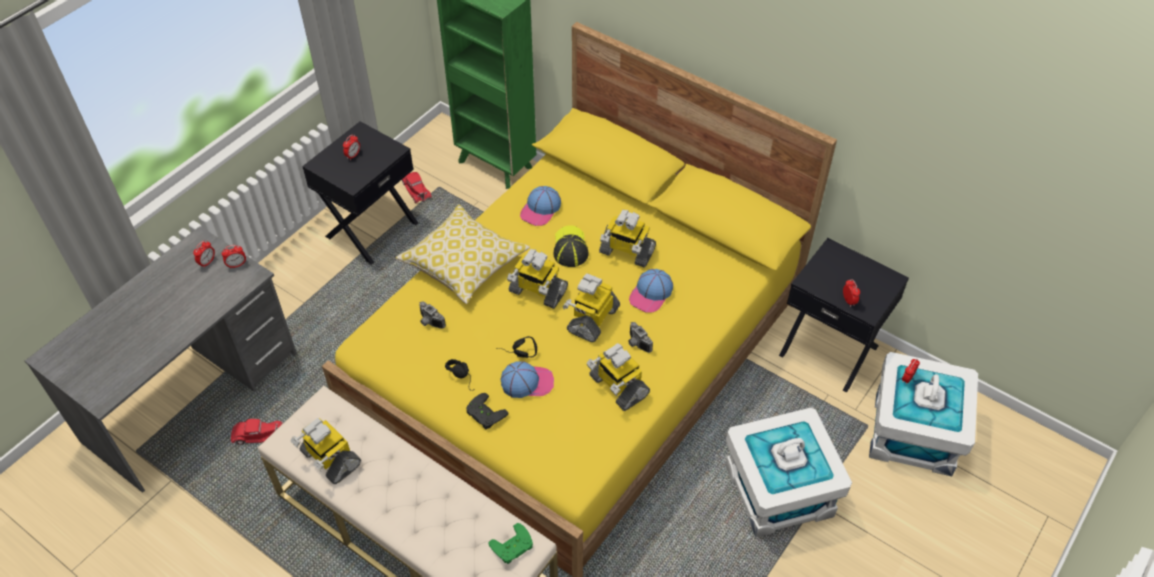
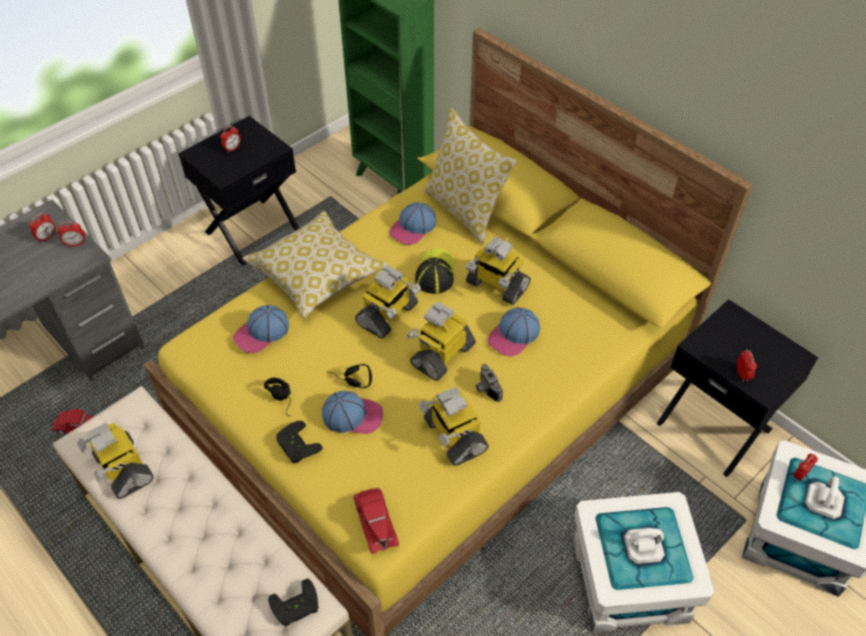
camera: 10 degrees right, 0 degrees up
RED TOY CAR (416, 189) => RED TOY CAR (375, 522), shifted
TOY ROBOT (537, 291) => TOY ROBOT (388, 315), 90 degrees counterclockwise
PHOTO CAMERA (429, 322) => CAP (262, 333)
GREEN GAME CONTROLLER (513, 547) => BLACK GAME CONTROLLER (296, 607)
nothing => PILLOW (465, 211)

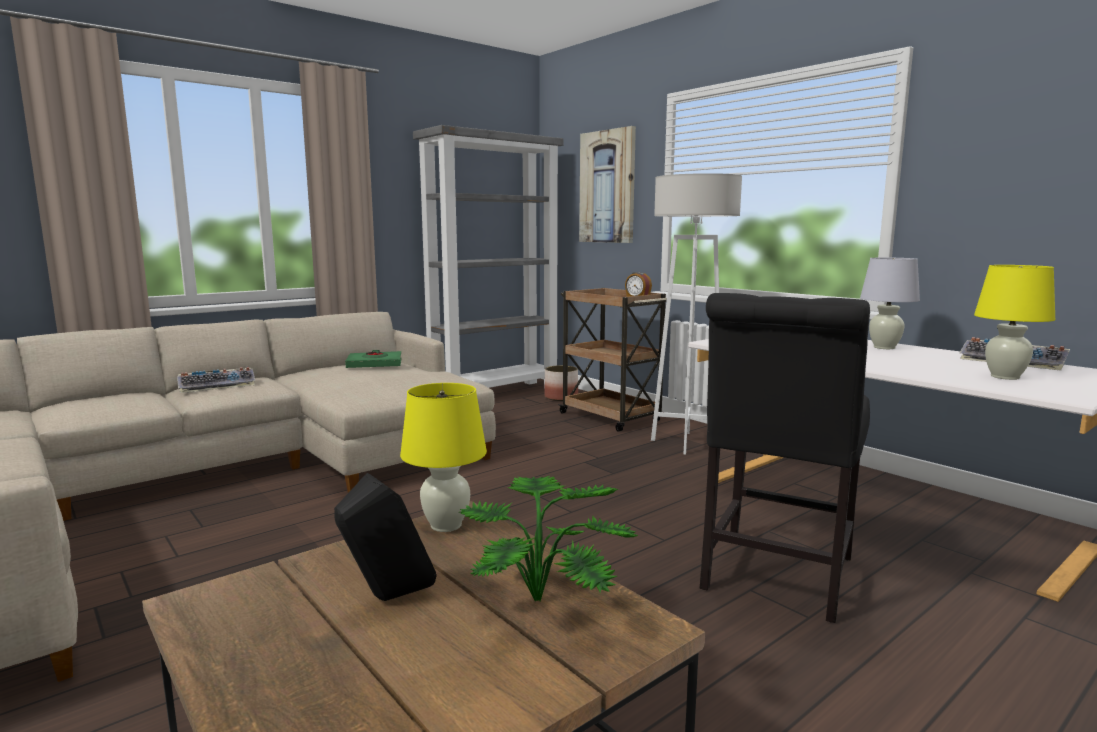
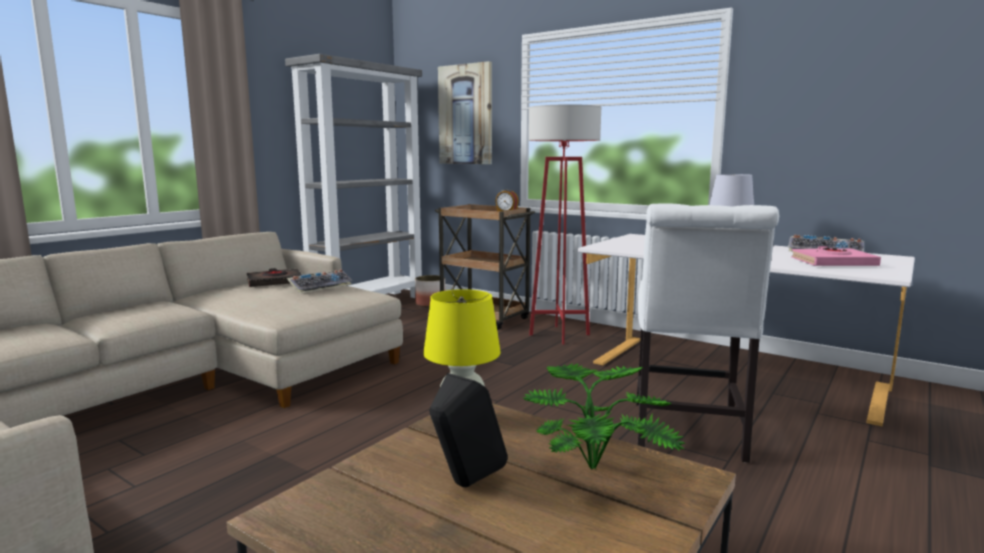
camera: 15 degrees left, 0 degrees up
WHITE FLOOR LAMP (686, 443) => RED FLOOR LAMP (559, 335)
YELLOW TABLE LAMP (1005, 377) => PINK BOOK (833, 263)
BLACK CHAIR (775, 577) => WHITE CHAIR (687, 434)
GREEN BOOK (375, 364) => BLACK BOOK (275, 282)
KEYBOARD (218, 385) => KEYBOARD (320, 286), shifted

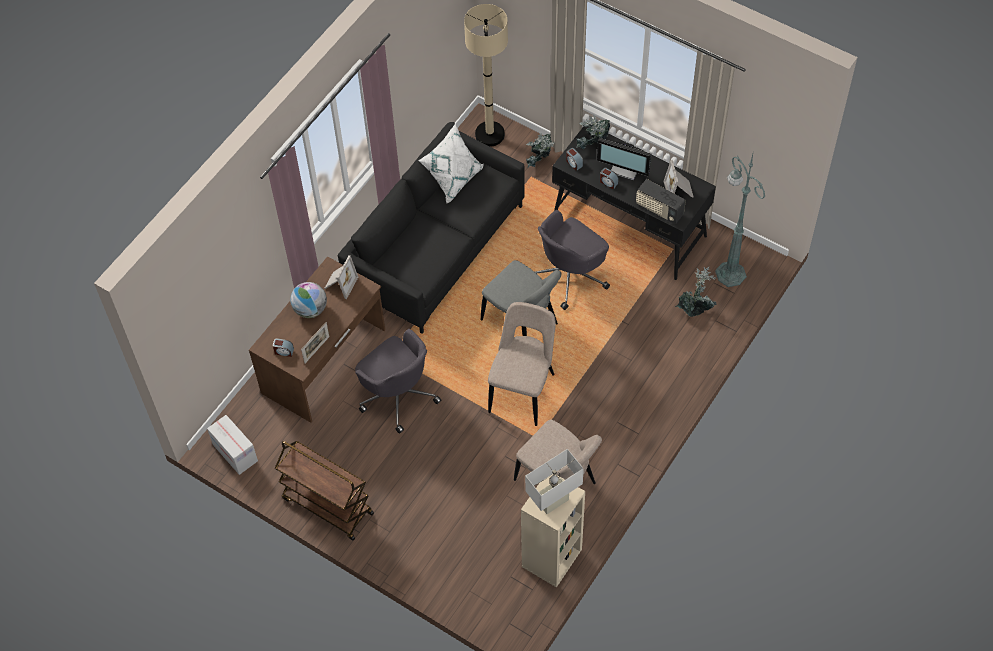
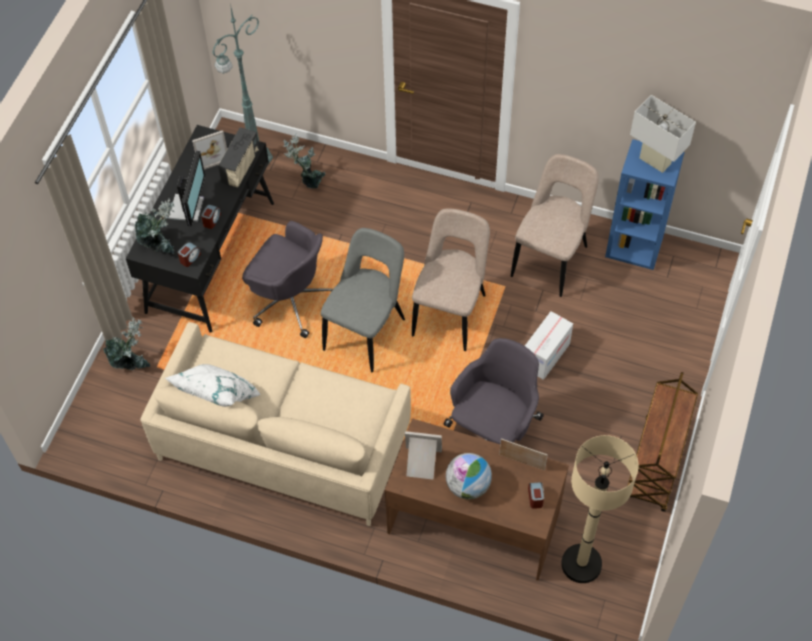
camera: 105 degrees left, 0 degrees up
BEIGE FLOOR LAMP (489, 134) => BEIGE FLOOR LAMP (581, 564), shifted
BLACK SOFA (436, 248) => BEIGE SOFA (283, 443)
BEIGE CHAIR (523, 390) => BEIGE CHAIR (451, 312), 105 degrees clockwise
CARDBOARD BOX (235, 453) => CARDBOARD BOX (545, 355), shifted
BEIGE BOOKCASE (552, 559) => BLUE BOOKCASE (635, 246)

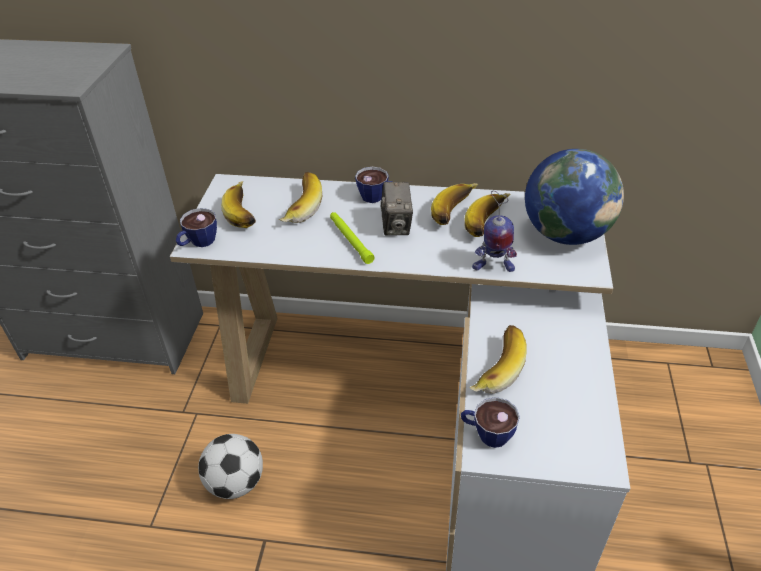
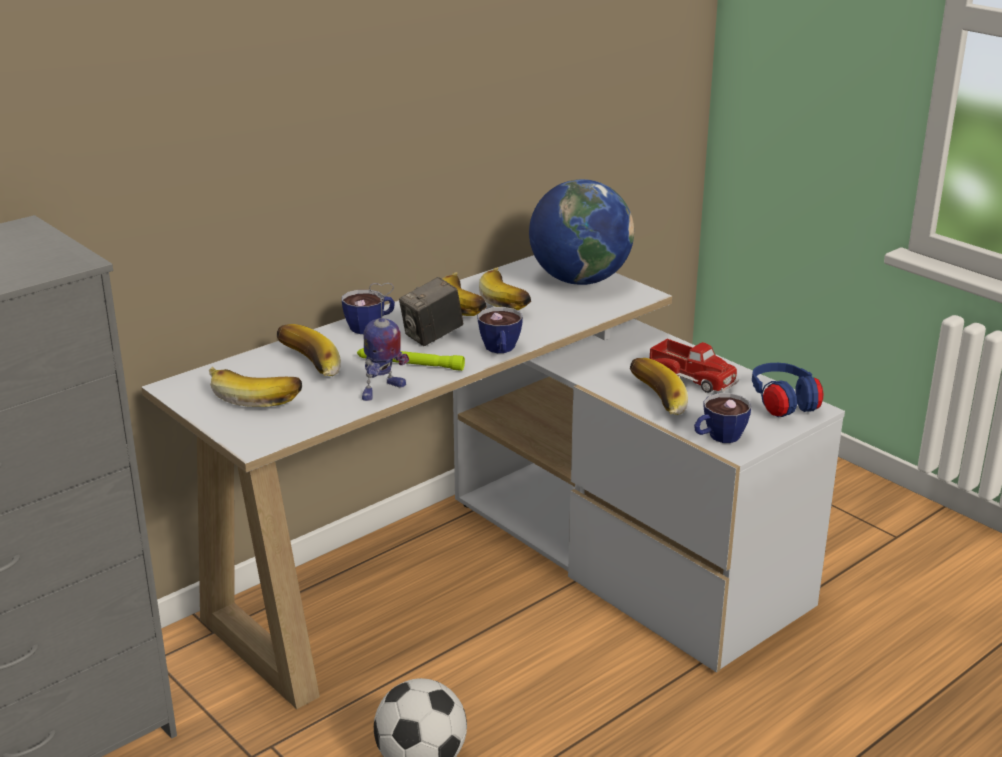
camera: 50 degrees left, 15 degrees down
PHOTO CAMERA (396, 226) => PHOTO CAMERA (432, 336), 105 degrees clockwise
TOY ROBOT (493, 267) => TOY ROBOT (382, 391), shifted
CUP (198, 243) => CUP (500, 350), shifted
nothing => TOY TRUCK (692, 377)
nothing => BLUE HEADPHONES (783, 405)

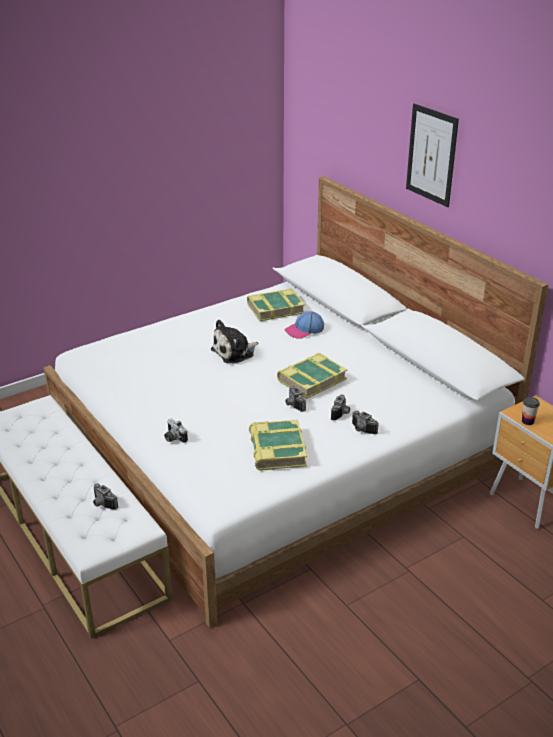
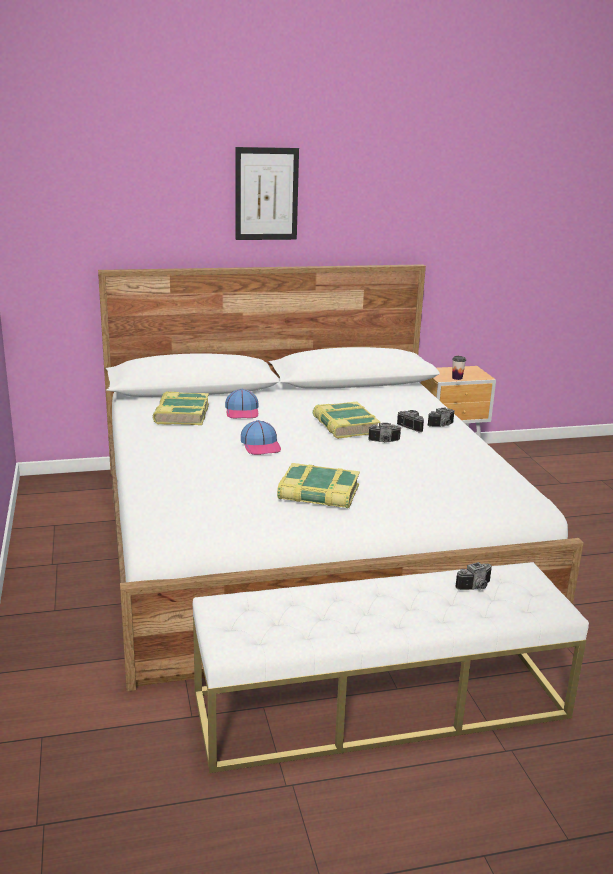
camera: 70 degrees left, 10 degrees down
PLUSH TOY (235, 352) => CAP (261, 445)
PHOTO CAMERA (173, 438) => nothing
BOOK (276, 450) => BOOK (318, 493), shifted

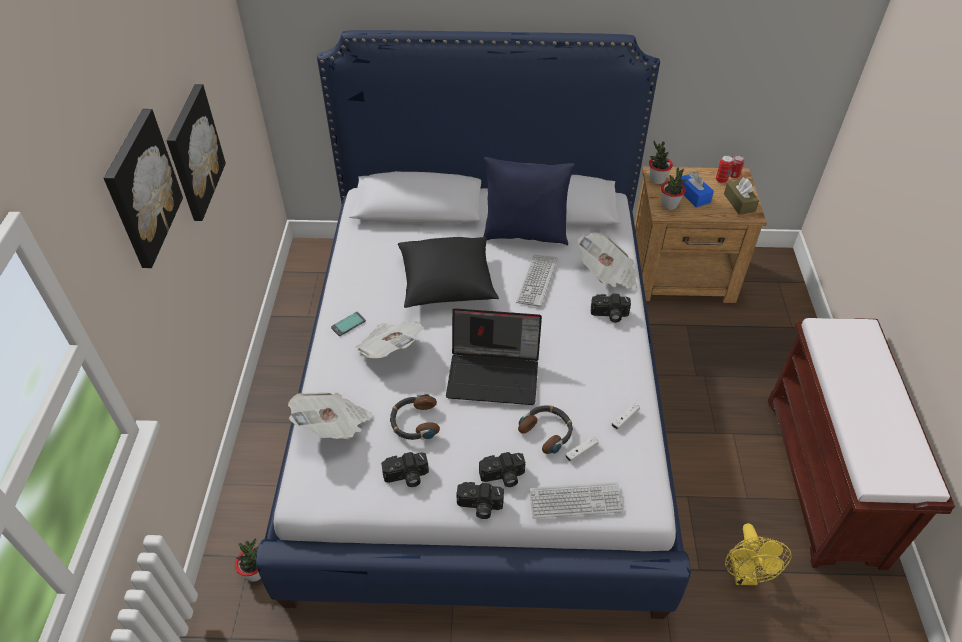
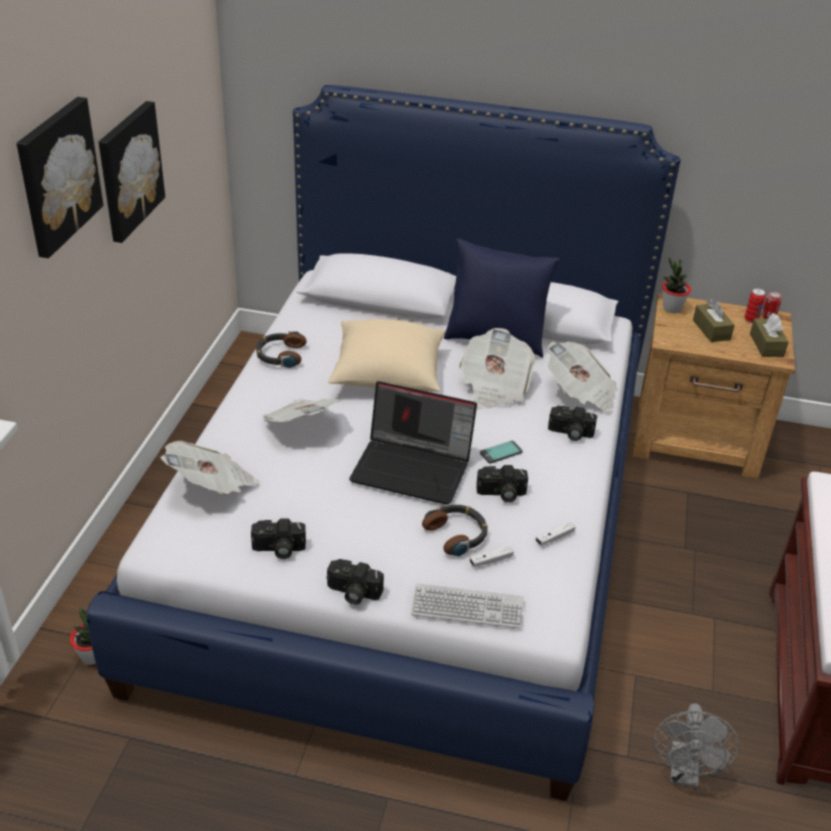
camera: 10 degrees right, 10 degrees down
POTTED PLANT (669, 205) => nothing
BLUE TISSUE BOX (693, 195) => BROWN TISSUE BOX (711, 330)
BLACK PILLOW (447, 285) => BEIGE PILLOW (387, 375)
KEYBOARD (537, 281) => NEWSPAPER (494, 387)
PHONE (348, 324) => PHONE (501, 453), shifted
HEADPHONES (414, 422) => HEADPHONES (280, 355), shifted
PHOTO CAMERA (502, 477) => PHOTO CAMERA (501, 494), shifted
YELLOW FAN (744, 574) => GREY FAN (684, 773)

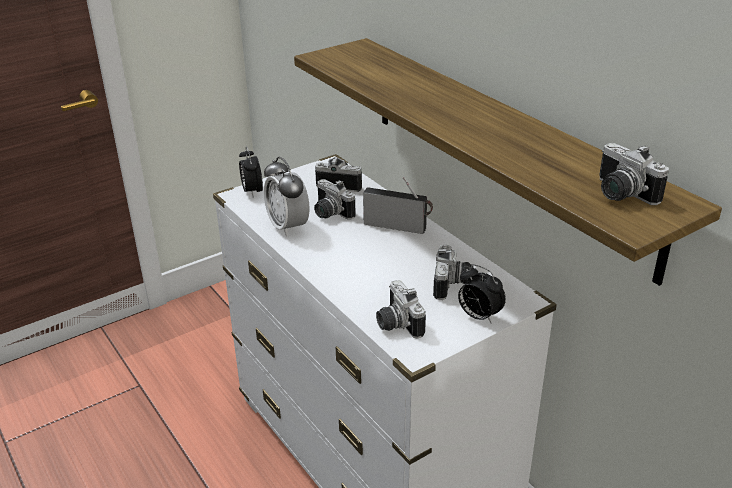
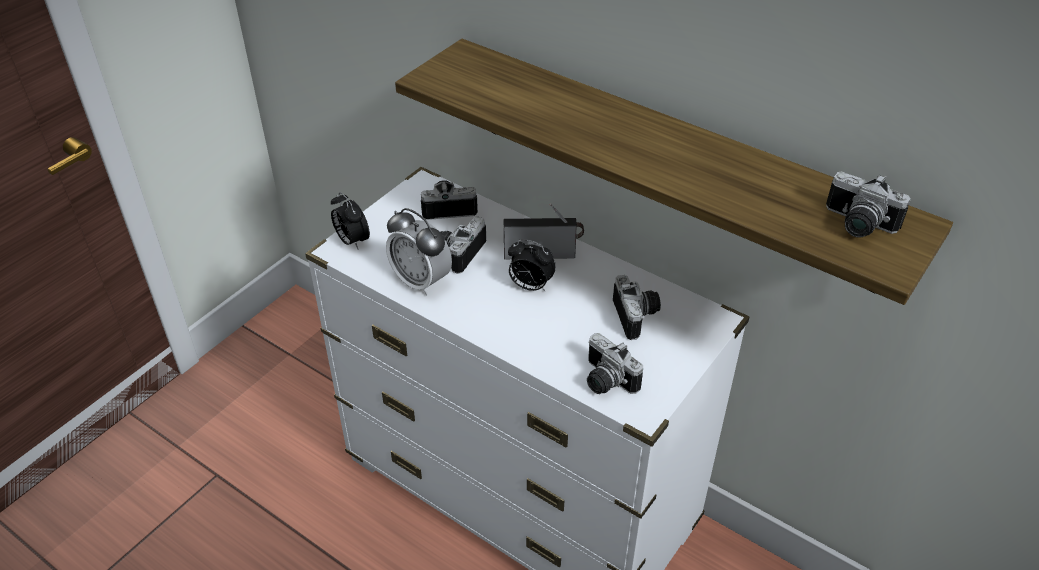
camera: 20 degrees left, 10 degrees up
PHOTO CAMERA (329, 213) => PHOTO CAMERA (458, 252), 90 degrees clockwise
ALARM CLOCK (478, 316) => ALARM CLOCK (530, 286), shifted

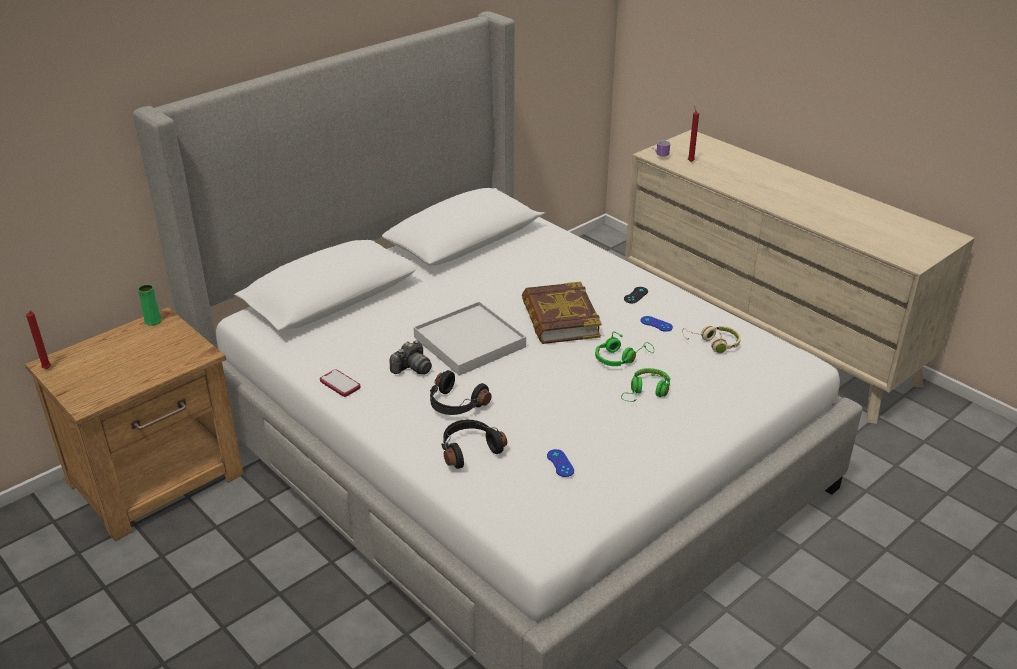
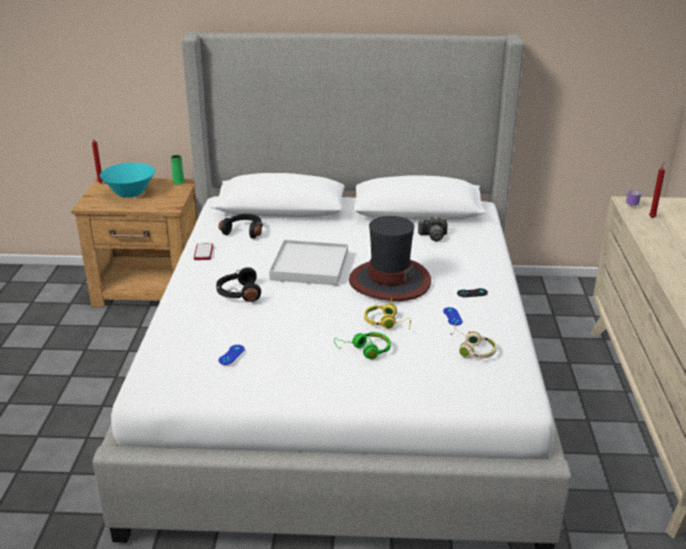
camera: 45 degrees right, 5 degrees down
BOOK (559, 319) => HAT (389, 281)
GREEN HEADPHONES (620, 358) => YELLOW HEADPHONES (387, 323)
PHOTO CAMERA (412, 368) => PHOTO CAMERA (433, 236), shifted
BLACK HEADPHONES (469, 449) => BLACK HEADPHONES (244, 231), shifted
nothing => TURQUOISE BOWL (130, 193)

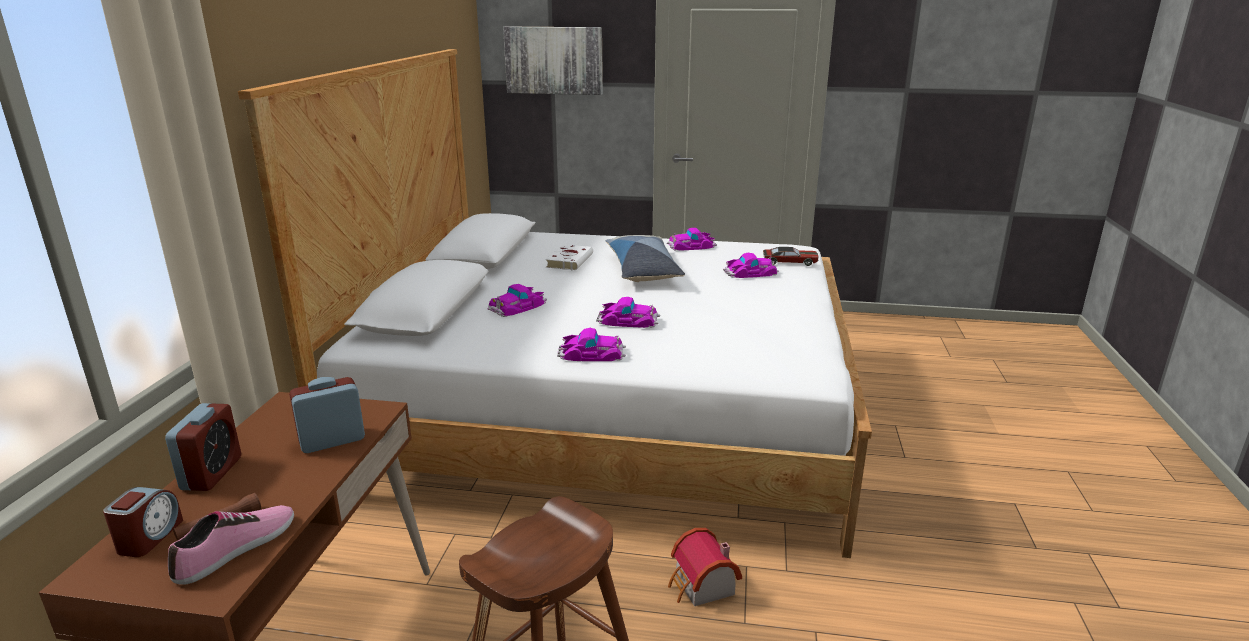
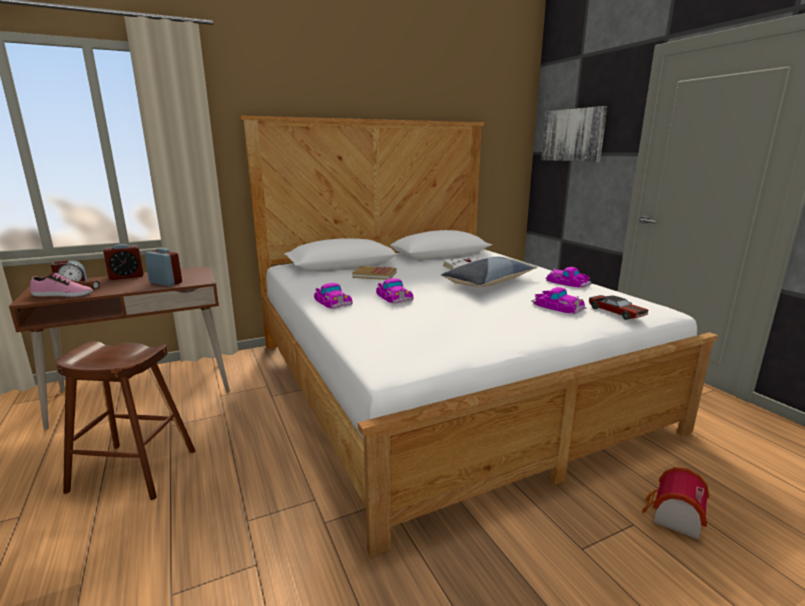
camera: 55 degrees right, 5 degrees down
TOY CAR (517, 306) => BOOK (374, 275)
TOY HOUSE (701, 587) => TOY HOUSE (673, 517), shifted

